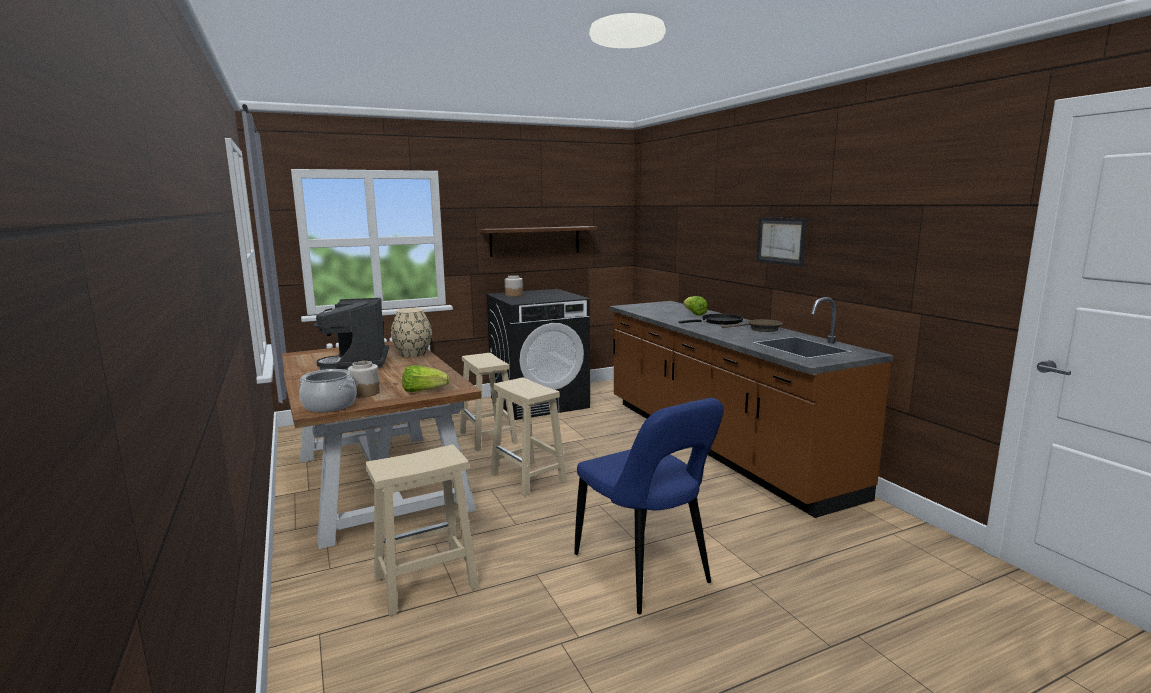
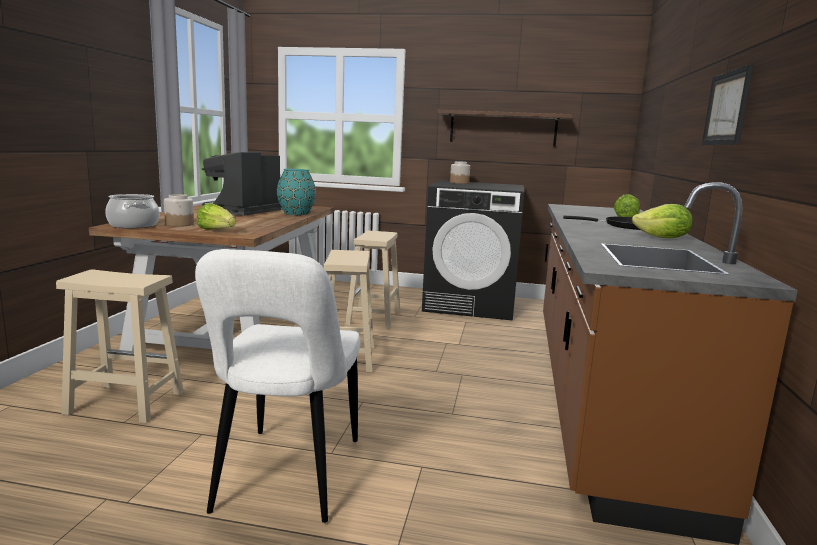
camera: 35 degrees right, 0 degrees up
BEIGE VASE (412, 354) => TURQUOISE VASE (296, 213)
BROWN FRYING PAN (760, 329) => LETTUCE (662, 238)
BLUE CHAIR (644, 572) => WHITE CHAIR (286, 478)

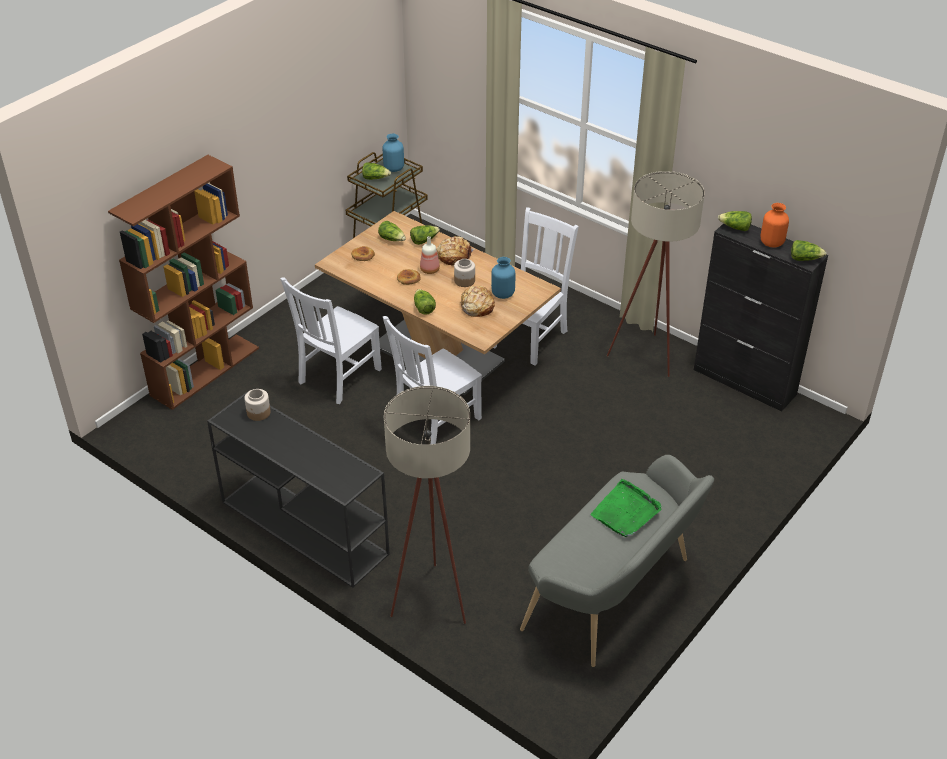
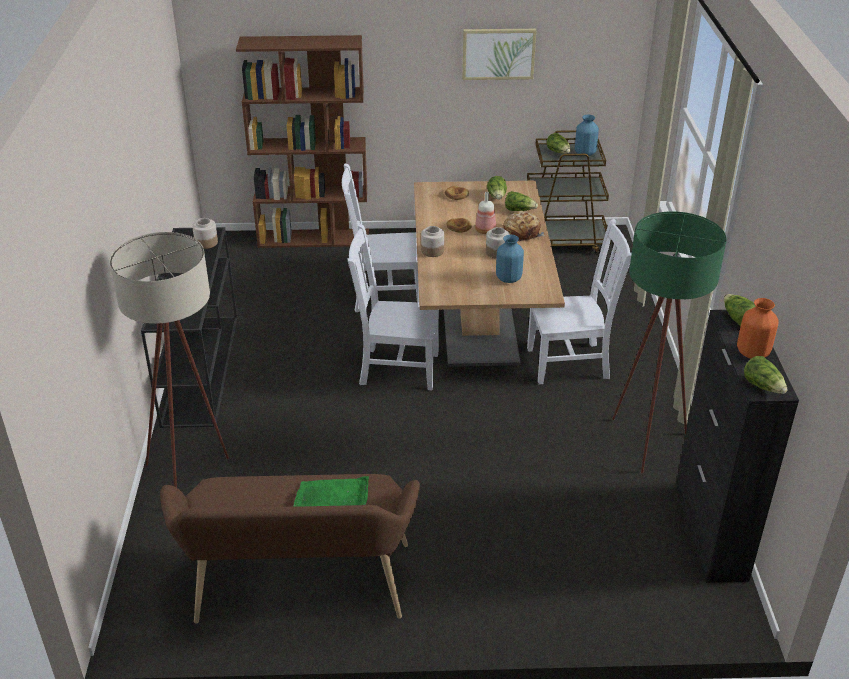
camera: 50 degrees right, 5 degrees down
BEIGE FLOOR LAMP (648, 360) => GREEN FLOOR LAMP (645, 448)
BREAD (477, 306) => nothing
LETTUCE (423, 308) => JAR (432, 251)
GREY BENCH (614, 596) => BROWN BENCH (299, 591)
nothing => PICTURE (498, 53)

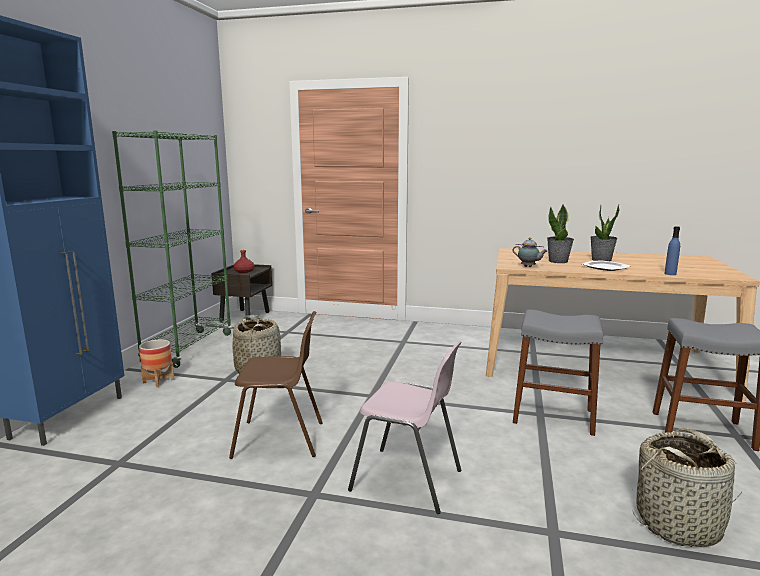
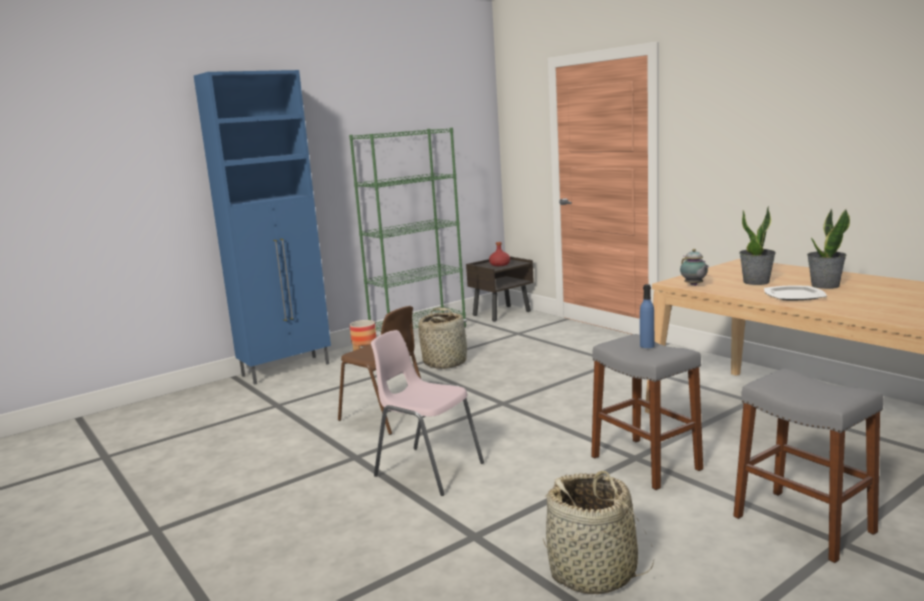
camera: 40 degrees right, 0 degrees up
BLUE BOTTLE (670, 274) => BLUE BOTTLE (647, 346), shifted
PINK CHAIR (407, 481) => PINK CHAIR (428, 469), 150 degrees clockwise

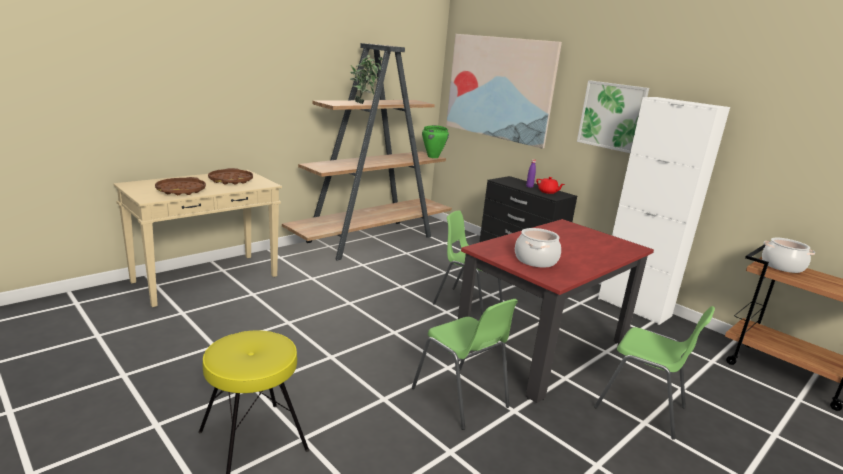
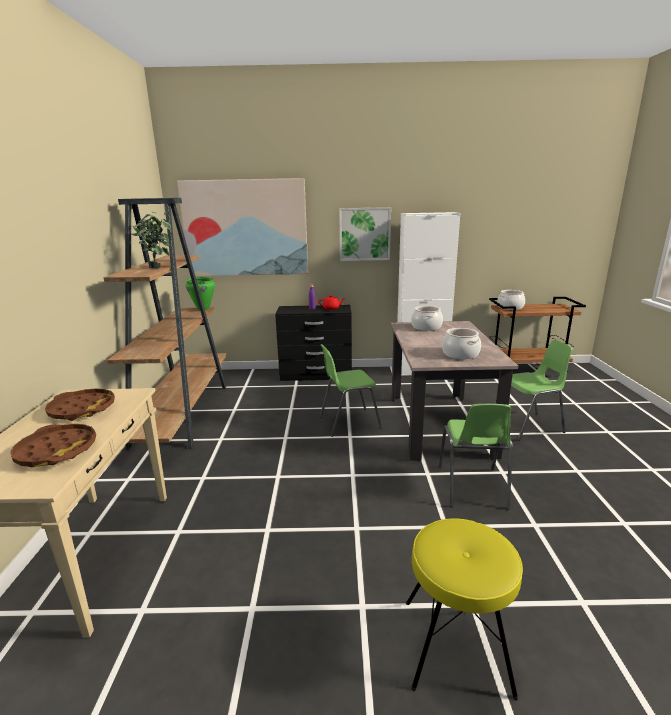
camera: 45 degrees left, 0 degrees up
RED DINING TABLE (542, 349) => BEIGE DINING TABLE (439, 424)
GREEN CHAIR (460, 398) => GREEN CHAIR (472, 487), 90 degrees clockwise
nothing => COOKING POT (426, 327)

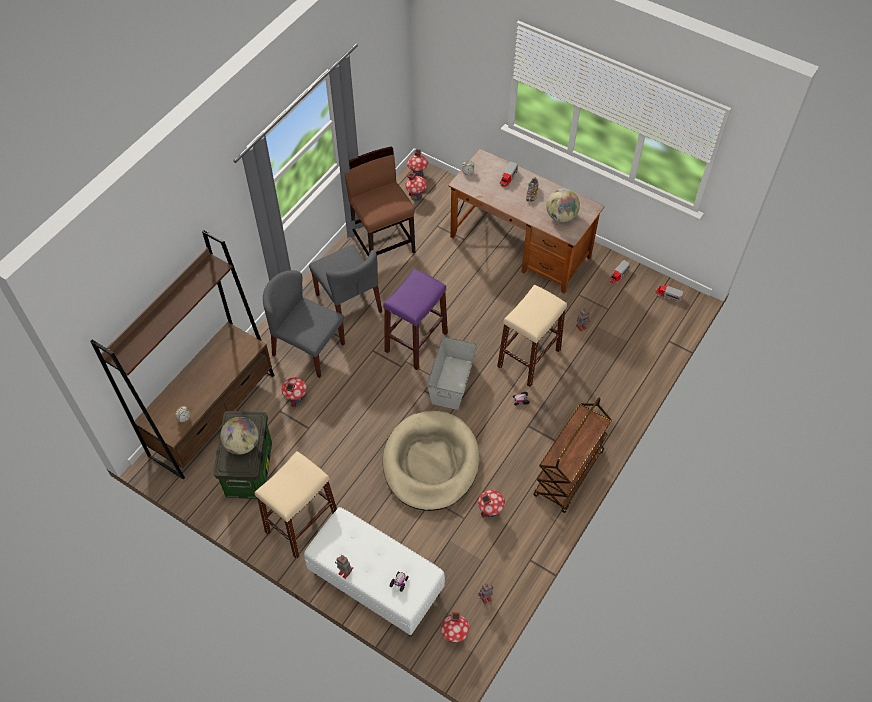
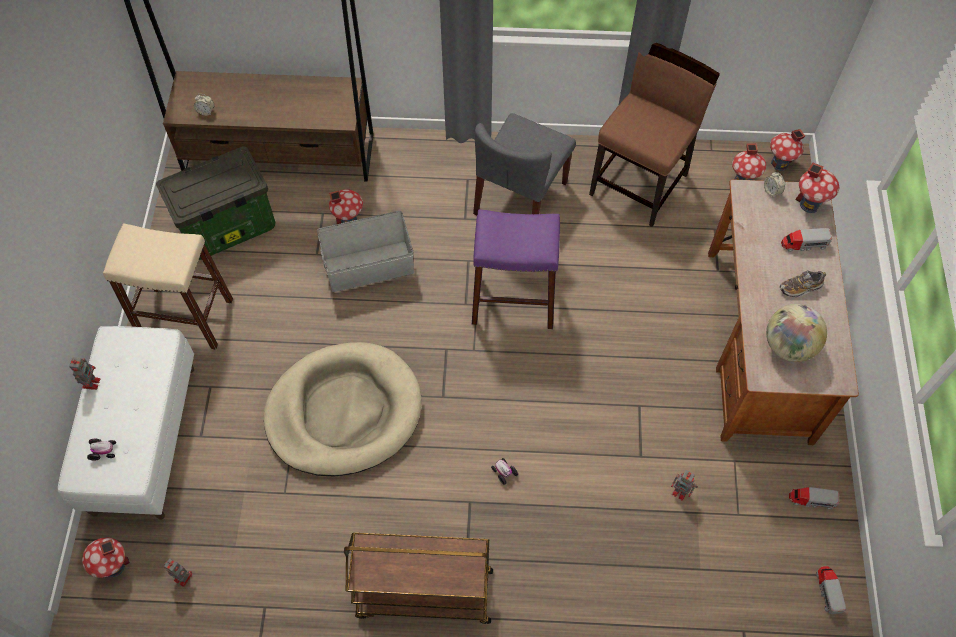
camera: 60 degrees right, 5 degrees up
GREY CHAIR (308, 349) => nothing
BEIGE STOOL (529, 358) => nothing
GREY STORAGE BOX (452, 382) => GREY STORAGE BOX (369, 267), shifted
GLOBE (242, 444) => nothing
TOY HOUSE (490, 511) => TOY HOUSE (809, 204), shifted

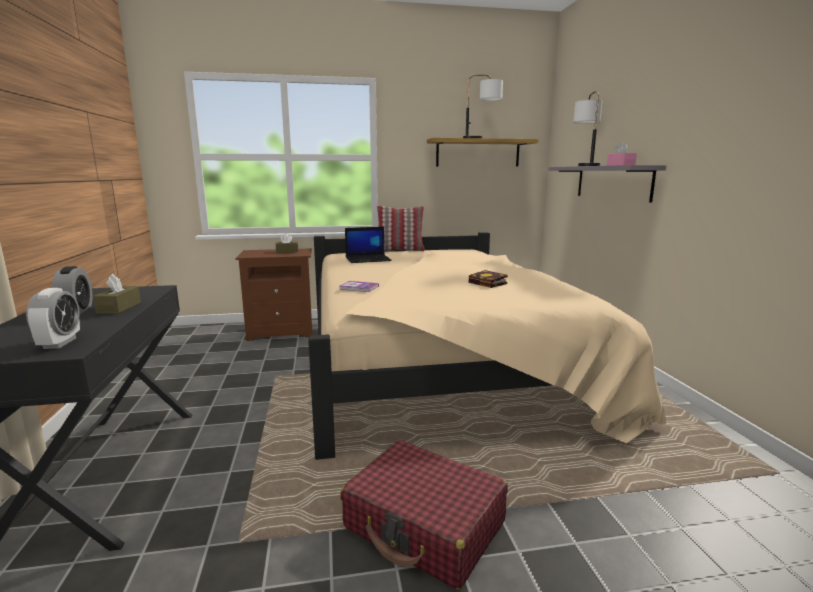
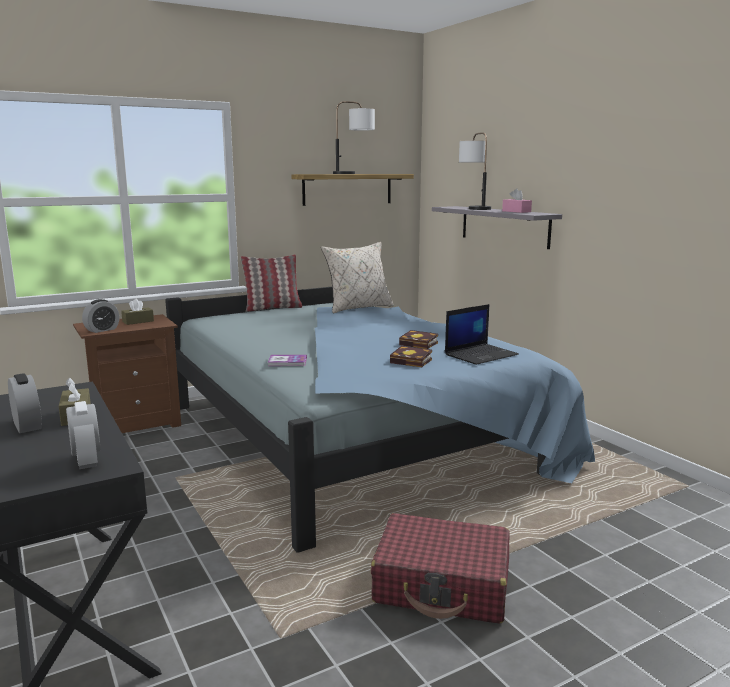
camera: 20 degrees left, 0 degrees up
LAPTOP (368, 259) => LAPTOP (481, 354), shifted
BEIGE BED (441, 365) => BLUE BED (357, 438)
nothing => BEIGE PILLOW (358, 308)
nothing => ALARM CLOCK (102, 330)
nothing => BOOK (413, 361)

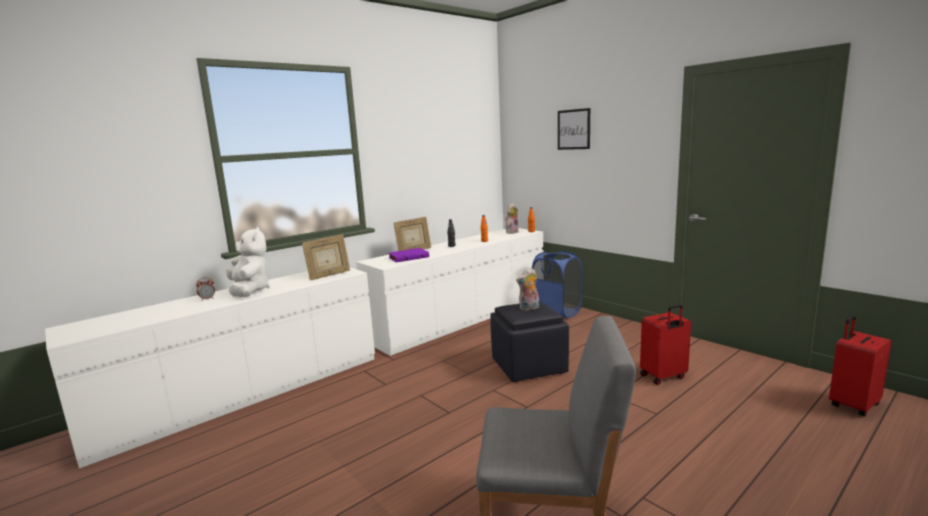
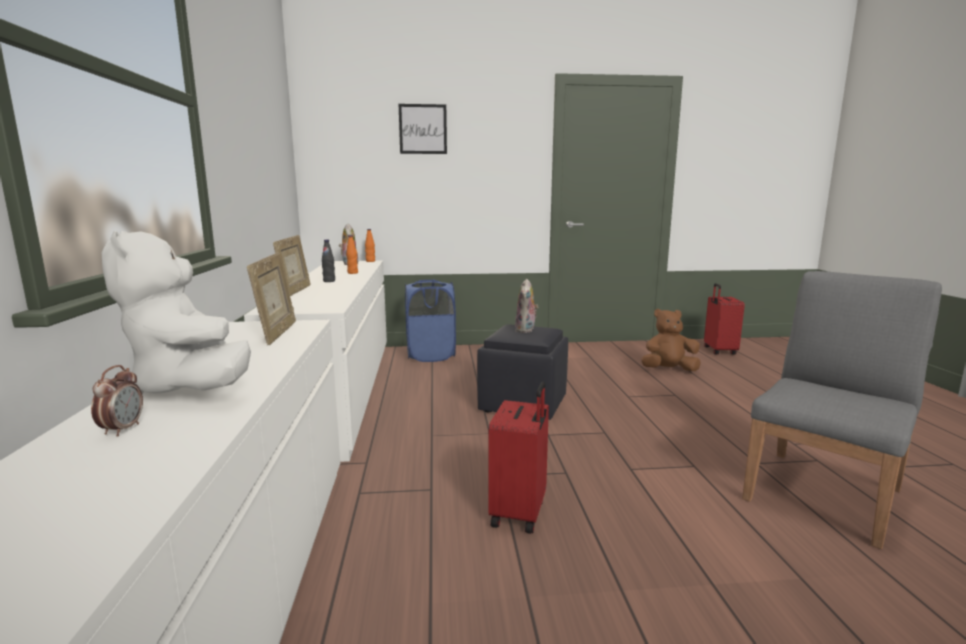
camera: 55 degrees left, 0 degrees up
WHITE PLUSH TOY (249, 291) => WHITE PLUSH TOY (191, 388), 135 degrees counterclockwise
PURPLE BOOK (408, 257) => nothing
RED SUITCASE (663, 377) => RED SUITCASE (520, 513), shifted
nothing => BROWN PLUSH TOY (668, 370)

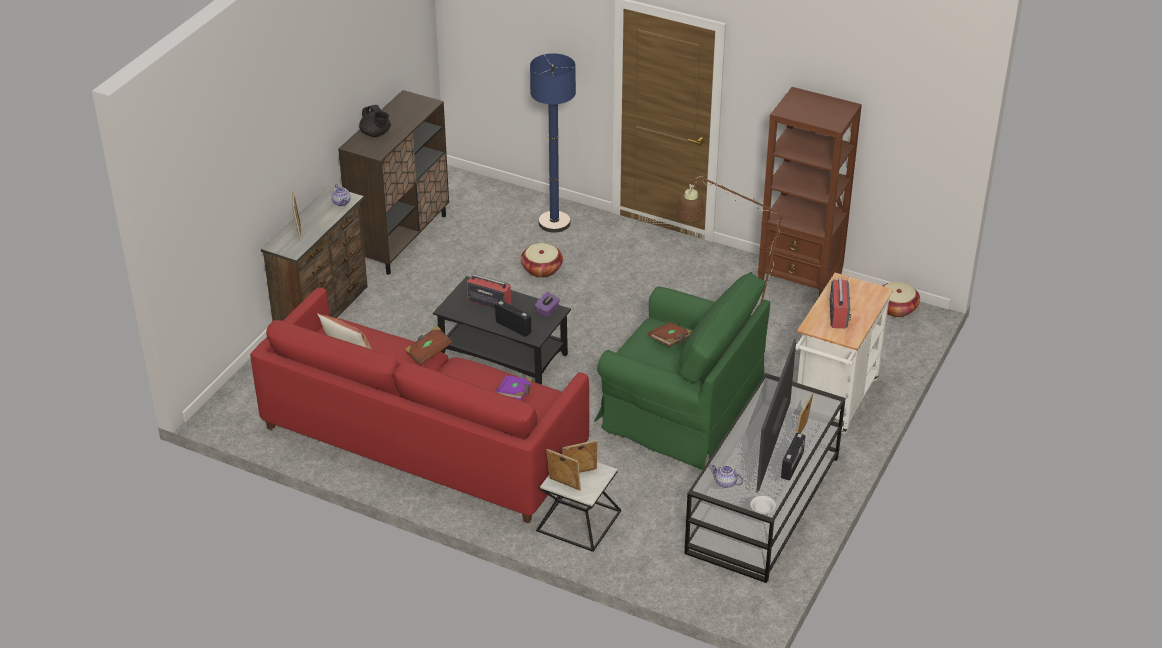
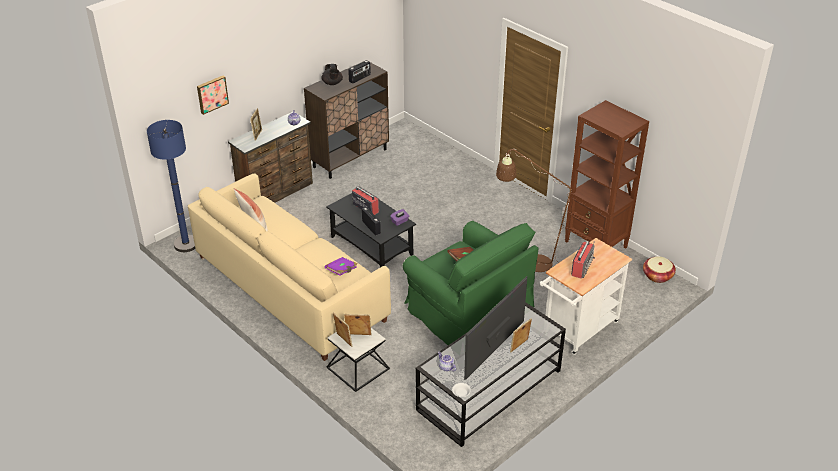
camera: 20 degrees right, 0 degrees up
BLUE FLOOR LAMP (554, 223) => BLUE FLOOR LAMP (186, 244), shifted
BASKET (542, 269) => nothing
RED SOFA (423, 439) => BEIGE SOFA (290, 288)
BROWN BOOK (428, 352) => nothing
RADIO (792, 466) => RADIO (360, 78), shifted
nothing => PICTURE (212, 94)

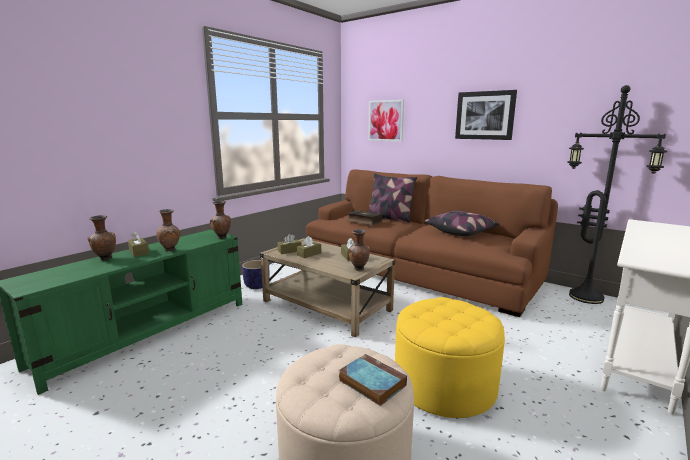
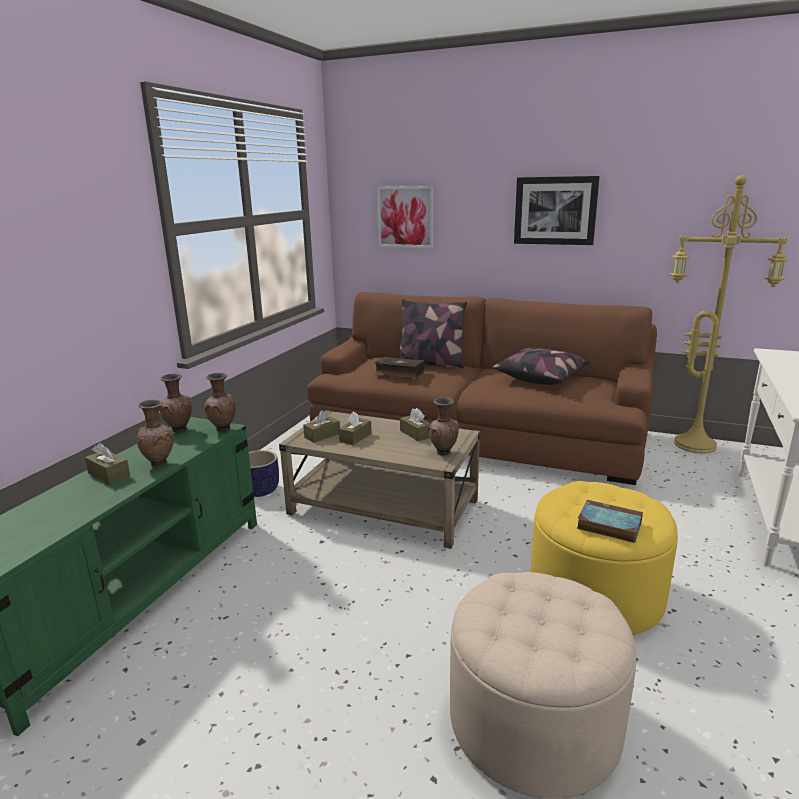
camera: 15 degrees left, 5 degrees up
BLACK FLOOR LAMP (587, 296) => YELLOW FLOOR LAMP (696, 444)
BROWN VASE (105, 259) => BROWN VASE (179, 431), shifted
BOOK (370, 382) => BOOK (607, 525), shifted

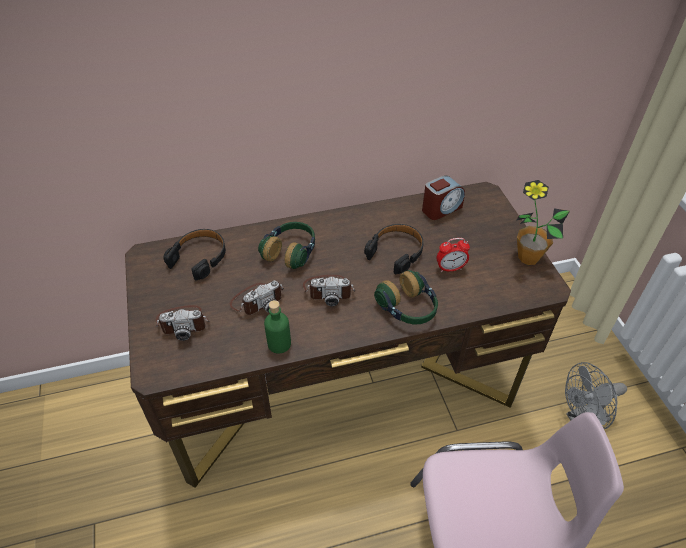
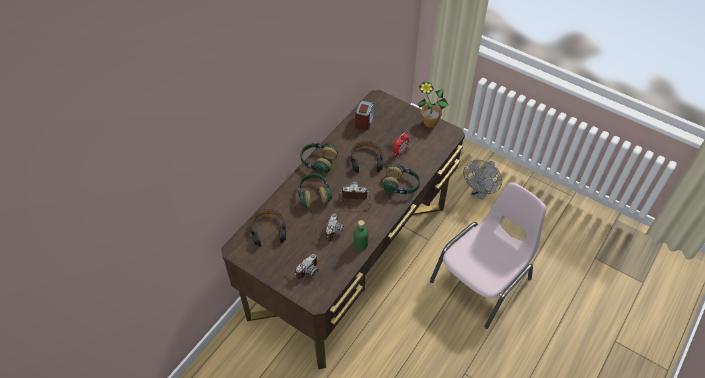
camera: 40 degrees left, 5 degrees up
PHOTO CAMERA (329, 290) => PHOTO CAMERA (355, 201), 135 degrees counterclockwise
nothing => HEADPHONES (318, 162)

